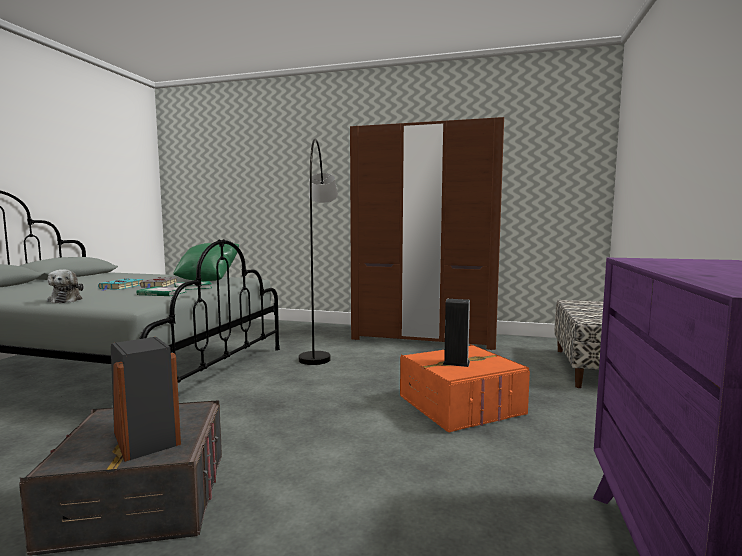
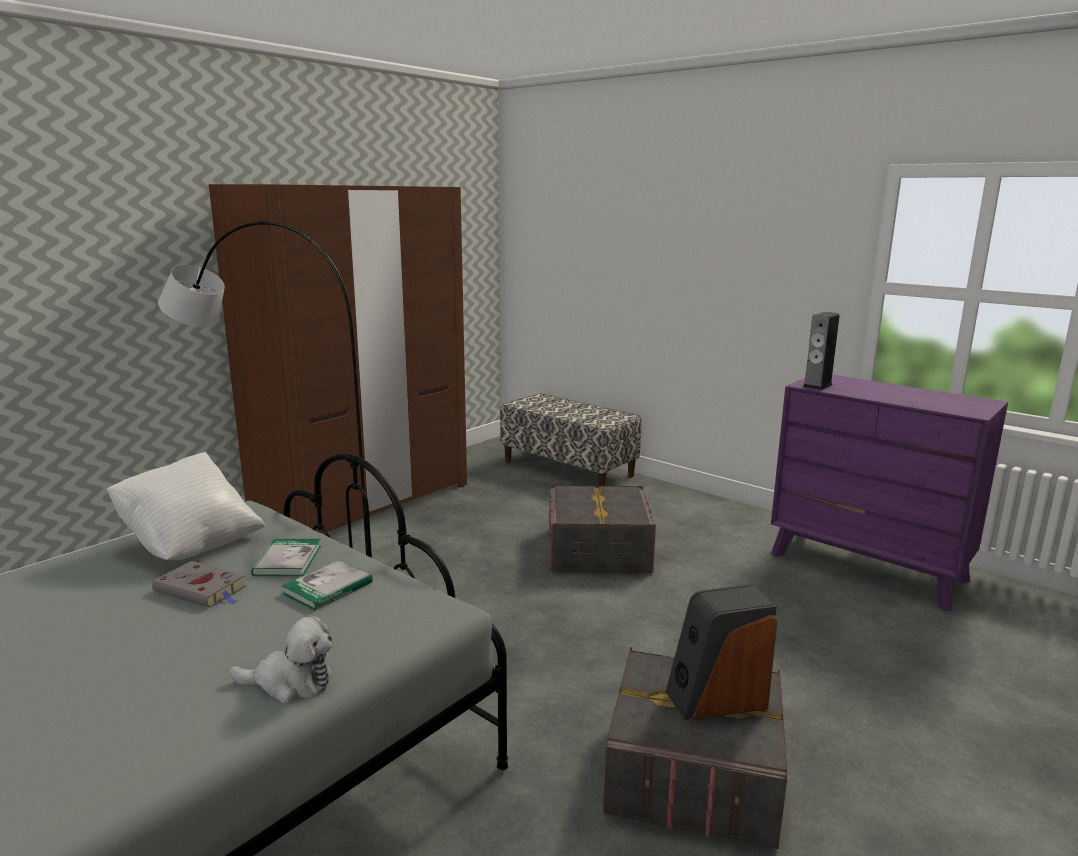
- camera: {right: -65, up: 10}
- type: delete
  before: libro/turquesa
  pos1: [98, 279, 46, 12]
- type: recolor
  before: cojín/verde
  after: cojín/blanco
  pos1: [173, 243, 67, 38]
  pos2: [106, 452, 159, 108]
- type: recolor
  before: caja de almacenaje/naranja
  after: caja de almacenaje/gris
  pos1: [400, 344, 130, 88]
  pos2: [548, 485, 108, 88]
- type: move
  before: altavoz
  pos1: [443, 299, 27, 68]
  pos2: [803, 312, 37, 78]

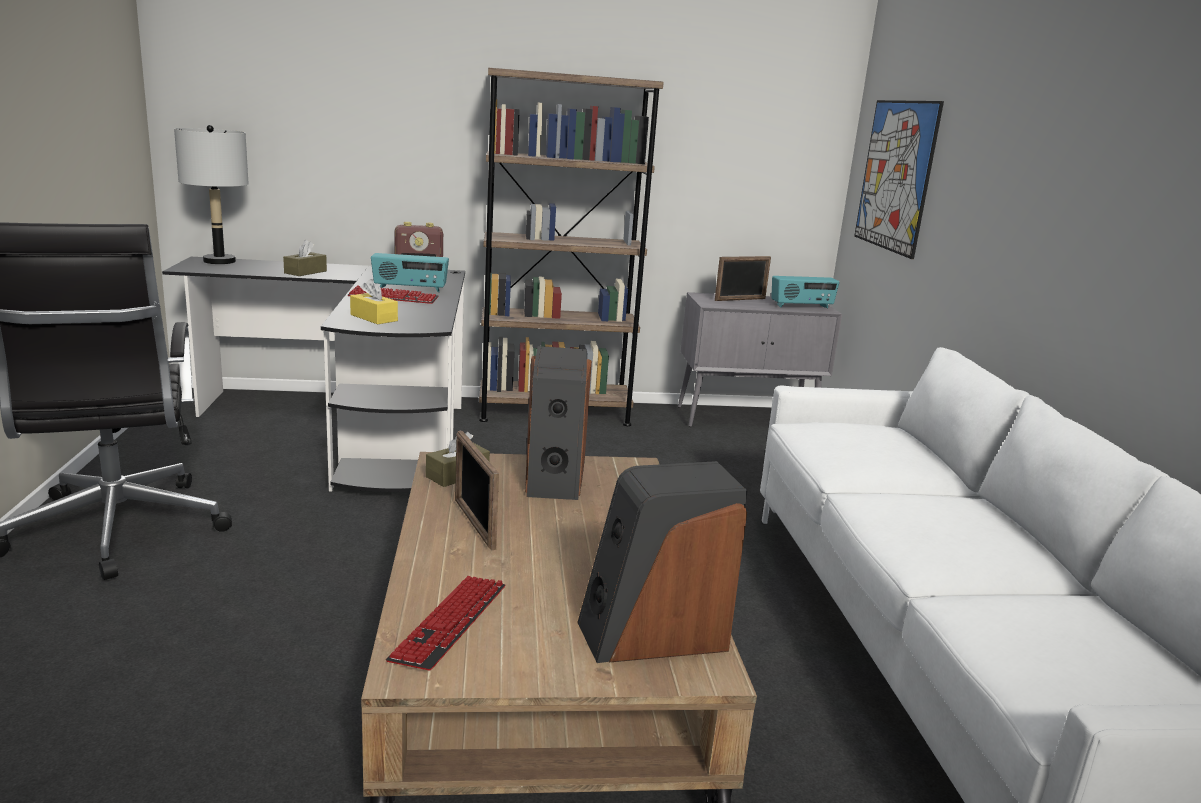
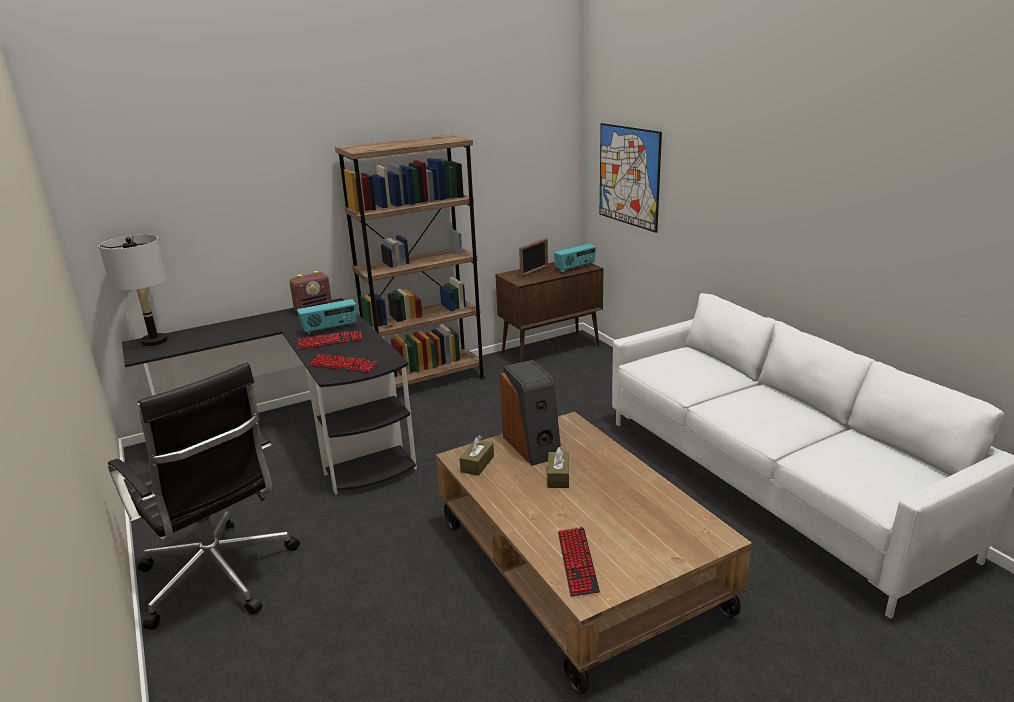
- camera: {right: -20, up: 5}
- type: move
  before: caja de pañuelos/marrón
  pos1: [283, 240, 44, 36]
  pos2: [547, 447, 22, 41]
- type: replace
  before: caja de pañuelos/amarillo
  after: teclado
  pos1: [350, 279, 48, 45]
  pos2: [309, 354, 70, 19]
- type: delete
  before: portarretratos
  pos1: [455, 431, 44, 120]
- type: delete
  before: altavoz
  pos1: [577, 461, 170, 202]
- type: recolor
  before: armario/gris
  after: armario/marrón
  pos1: [678, 292, 164, 135]
  pos2: [495, 262, 109, 100]

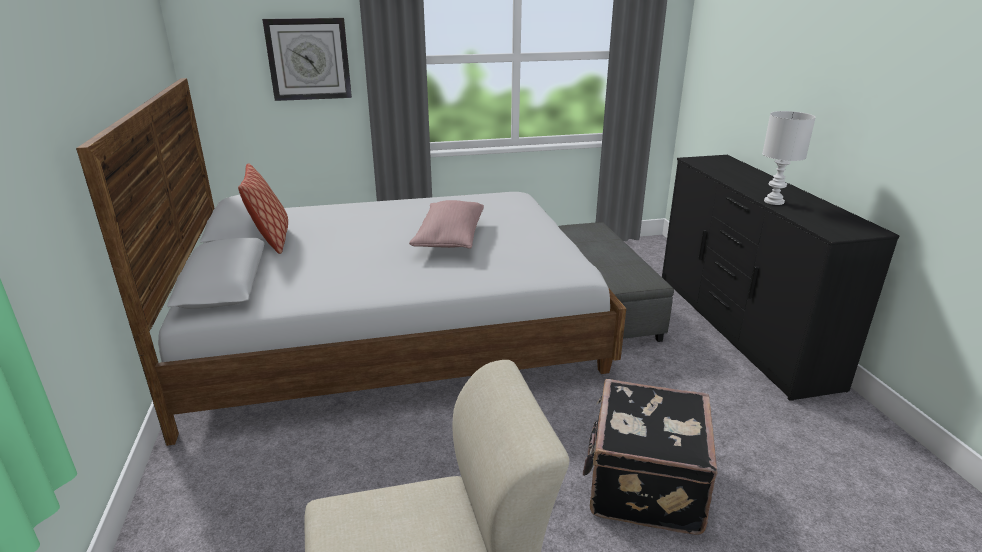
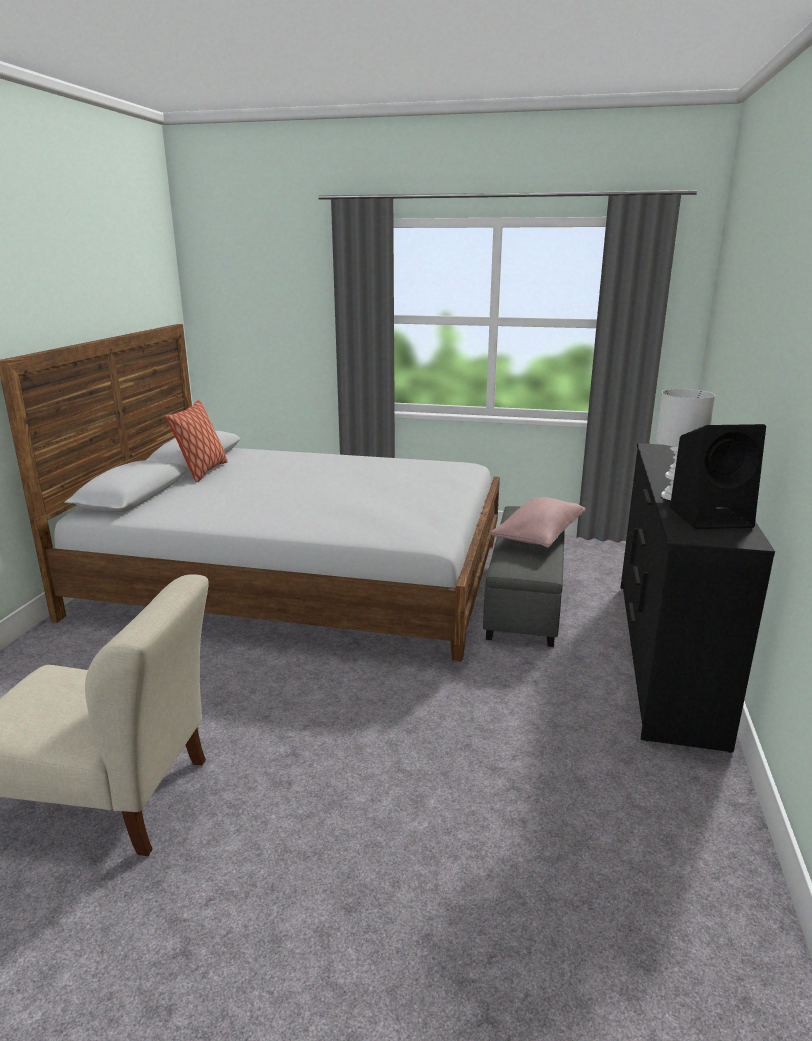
- camera: {right: 25, up: -5}
- type: delete
  before: reloj de pared
  pos1: [262, 18, 90, 83]
- type: move
  before: cojín/rosa
  pos1: [409, 200, 75, 49]
  pos2: [490, 497, 96, 51]
- type: delete
  before: maleta/negro
  pos1: [583, 379, 134, 156]
- type: insert
  after: altavoz/negro
  pos2: [670, 424, 96, 105]

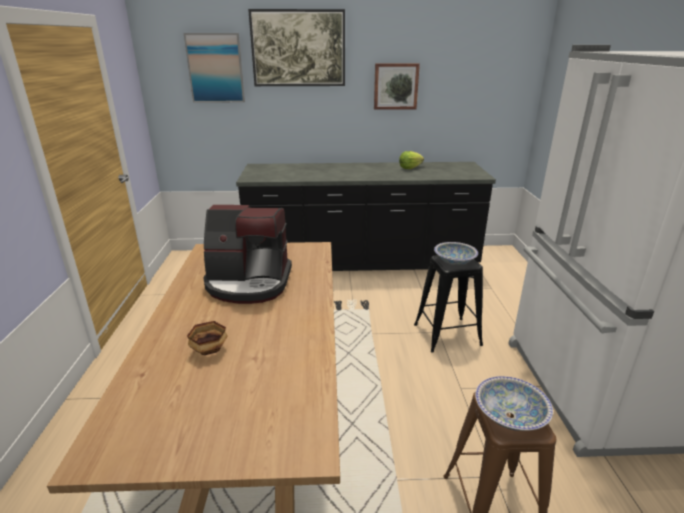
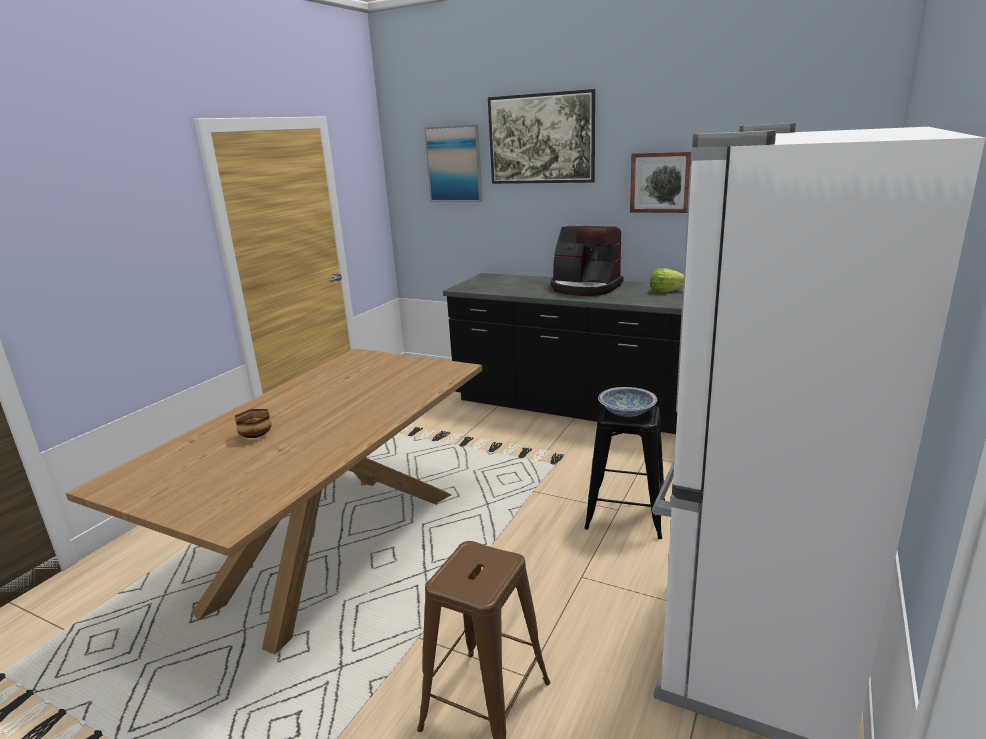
- camera: {right: 30, up: -5}
- type: move
  before: cafetera
  pos1: [203, 205, 89, 99]
  pos2: [551, 226, 73, 70]
- type: delete
  before: cuenco
  pos1: [475, 376, 78, 55]

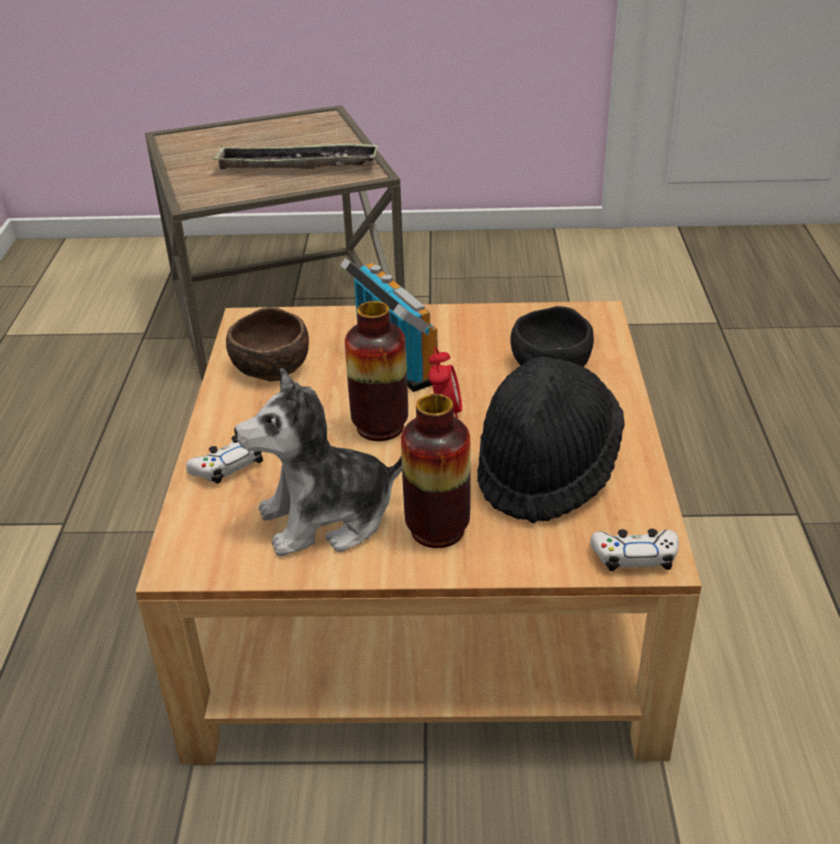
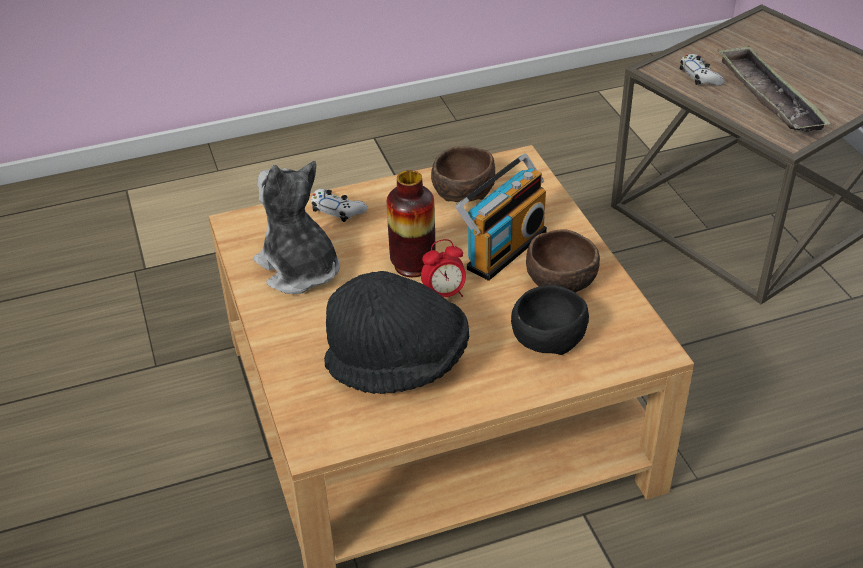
- camera: {right: 70, up: 5}
- type: delete
  before: florero
  pos1: [401, 394, 70, 154]
- type: move
  before: mando de consola/blanco
  pos1: [590, 529, 89, 42]
  pos2: [680, 54, 45, 32]
- type: insert
  after: cuenco/marrón
  pos2: [526, 229, 74, 64]

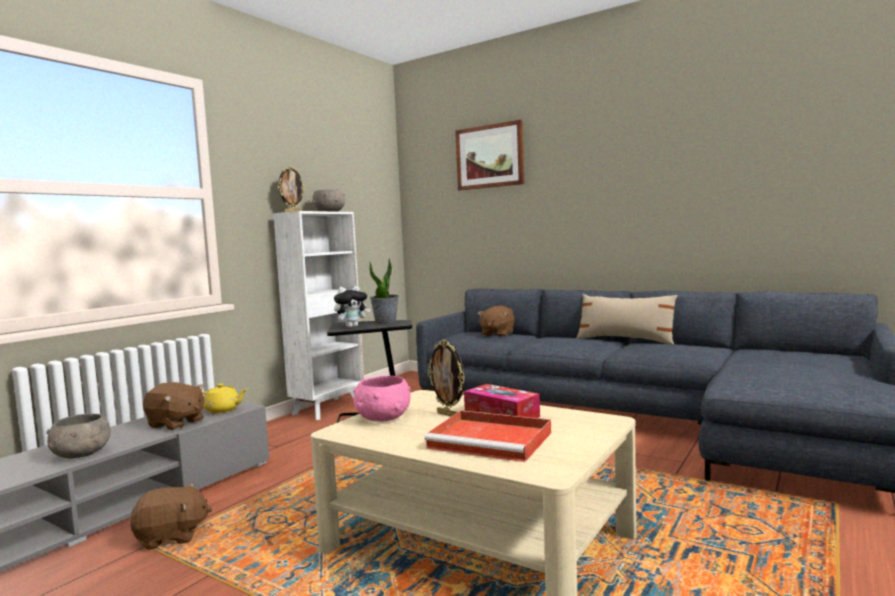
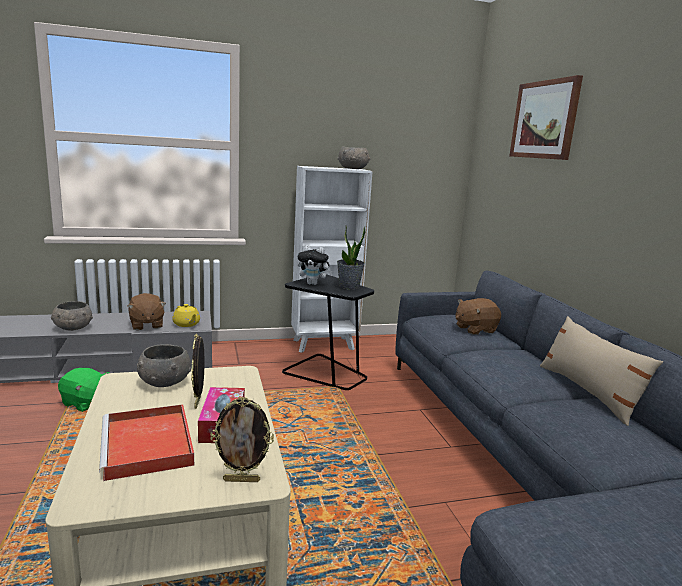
- camera: {right: 40, up: 10}
- type: recolor
  before: peluche/marrón
  after: peluche/verde
  pos1: [130, 483, 82, 67]
  pos2: [58, 368, 52, 44]
- type: move
  before: portarretratos
  pos1: [278, 166, 27, 46]
  pos2: [210, 397, 64, 85]
- type: recolor
  before: cuenco/rosa
  after: cuenco/gris
  pos1: [353, 376, 58, 45]
  pos2: [137, 344, 54, 43]

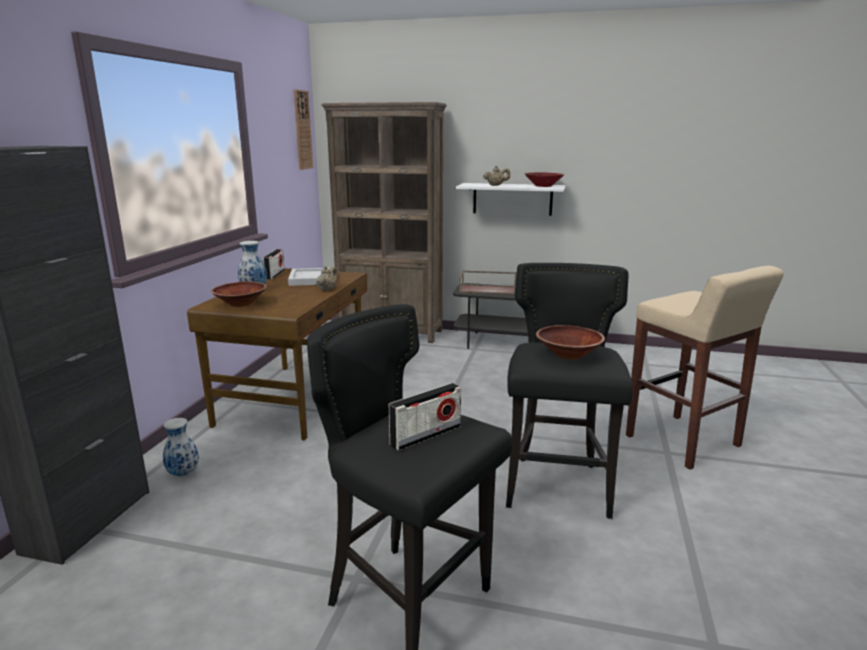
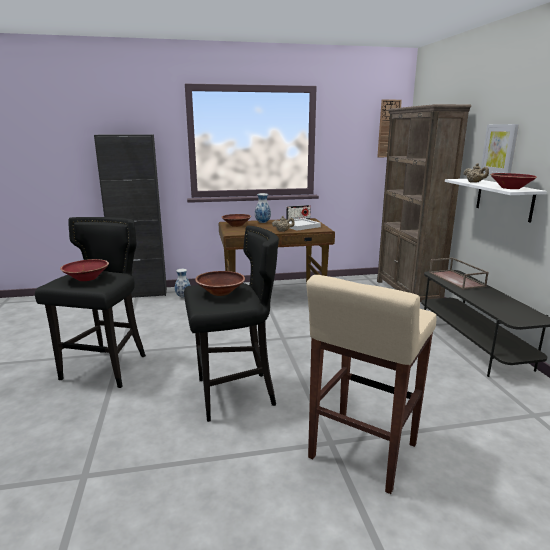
- camera: {right: 65, up: 0}
- type: replace
  before: radio
  after: cuenco/rojo
  pos1: [389, 383, 72, 68]
  pos2: [60, 259, 49, 22]
- type: insert
  after: cuadro
  pos2: [481, 124, 38, 50]

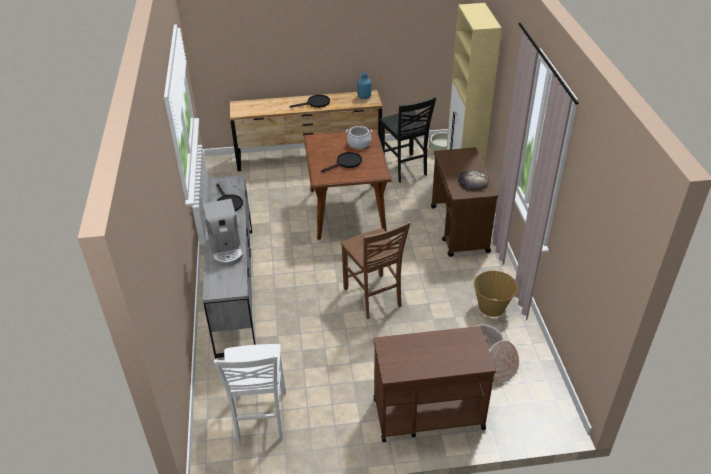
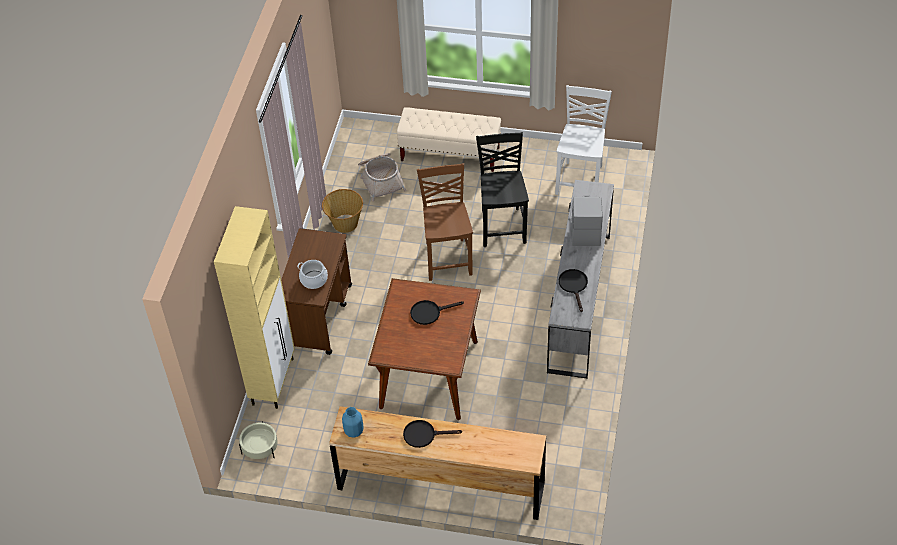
- camera: {right: -160, up: 10}
- type: move
  before: olla
  pos1: [346, 126, 26, 23]
  pos2: [297, 260, 31, 29]
- type: replace
  before: carrito/marrón
  after: banco/beis
  pos1: [374, 326, 122, 116]
  pos2: [397, 107, 104, 65]
- type: move
  before: silla/negro
  pos1: [380, 97, 56, 86]
  pos2: [476, 132, 53, 115]
- type: delete
  before: pan
  pos1: [458, 170, 31, 21]

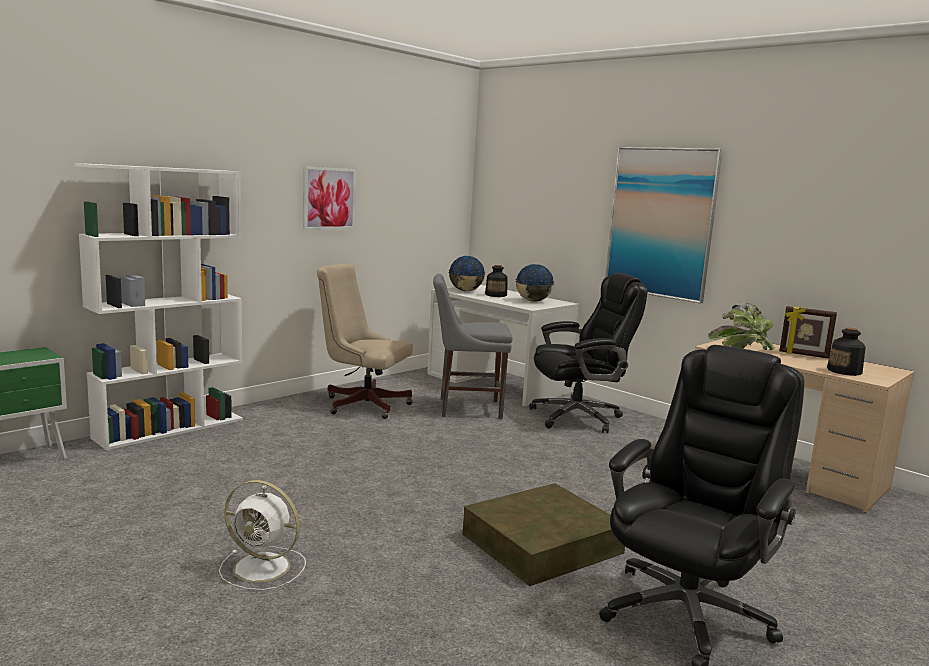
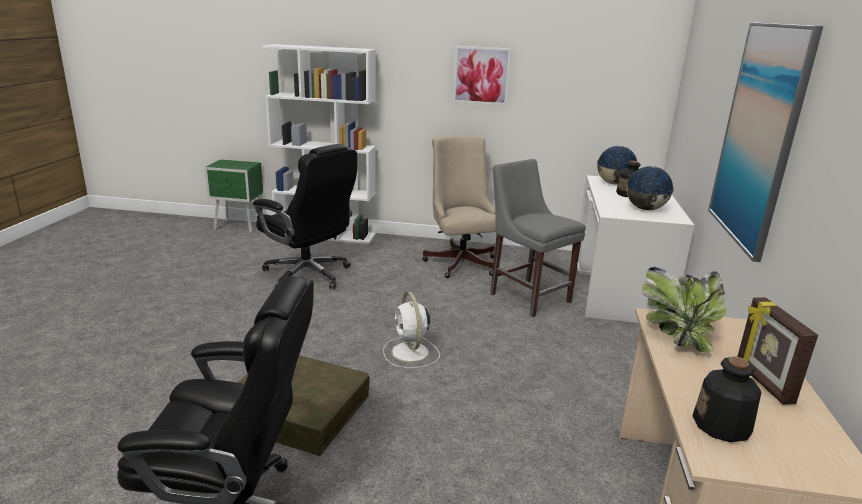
- camera: {right: 55, up: 10}
- type: move
  before: ventilador/blanco
  pos1: [219, 480, 87, 110]
  pos2: [383, 292, 57, 76]
- type: move
  before: silla de oficina/negro
  pos1: [529, 273, 118, 161]
  pos2: [253, 144, 105, 145]

